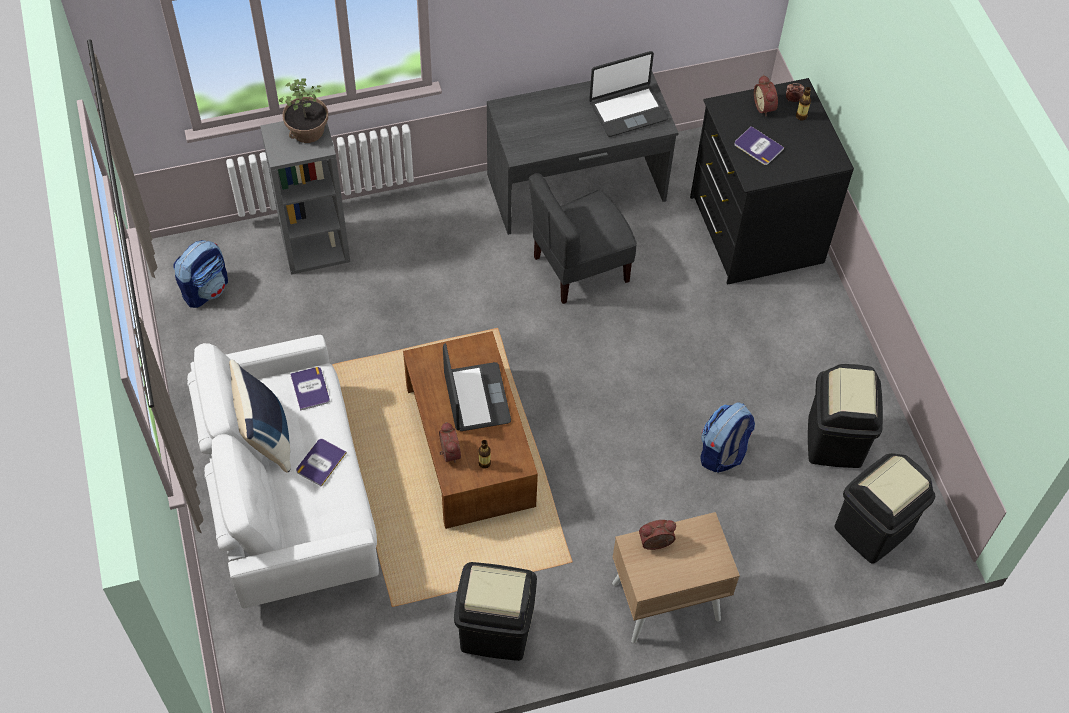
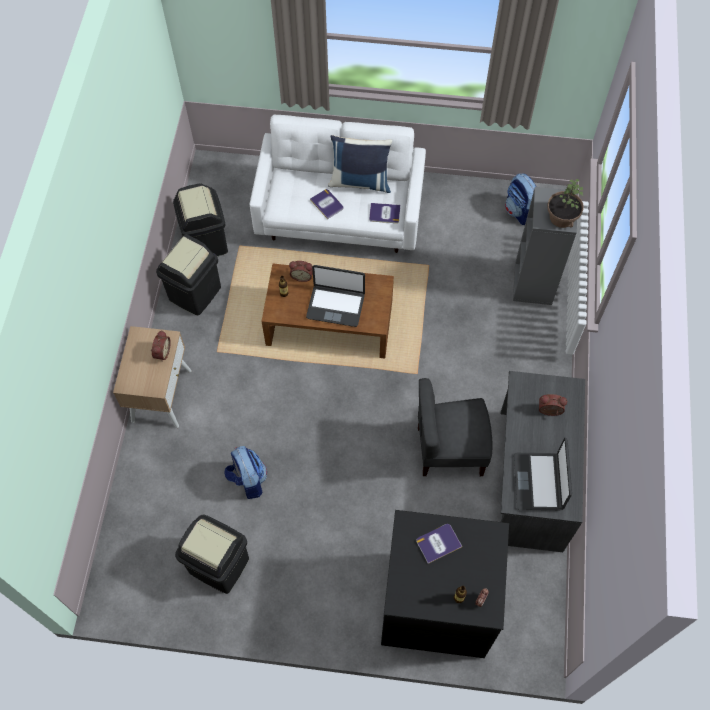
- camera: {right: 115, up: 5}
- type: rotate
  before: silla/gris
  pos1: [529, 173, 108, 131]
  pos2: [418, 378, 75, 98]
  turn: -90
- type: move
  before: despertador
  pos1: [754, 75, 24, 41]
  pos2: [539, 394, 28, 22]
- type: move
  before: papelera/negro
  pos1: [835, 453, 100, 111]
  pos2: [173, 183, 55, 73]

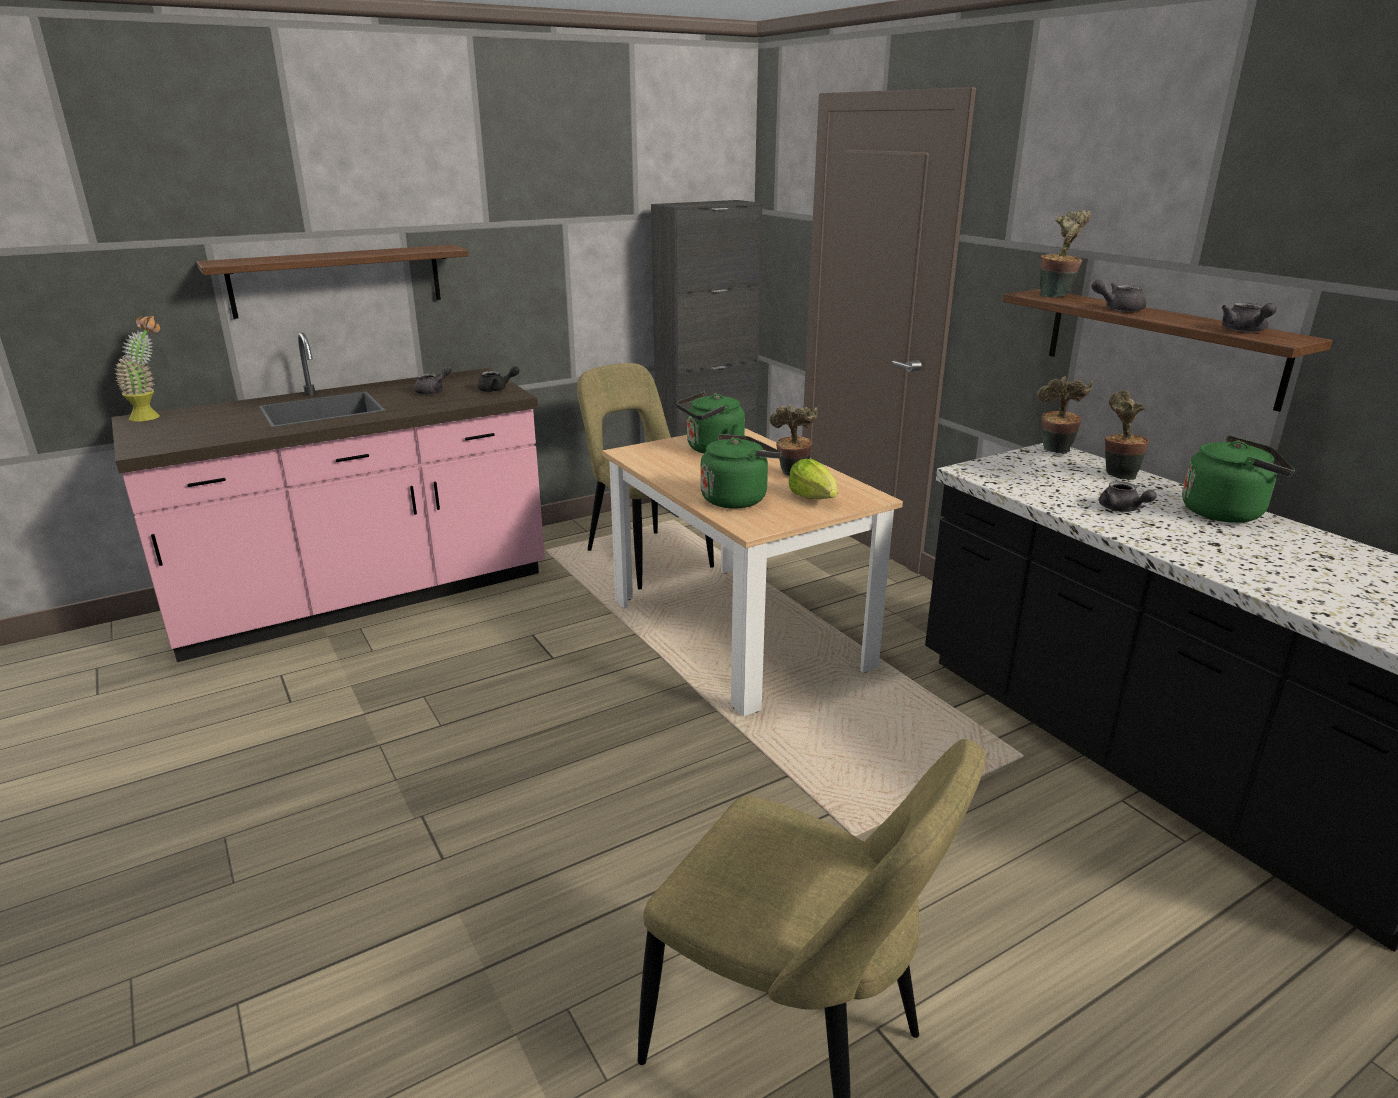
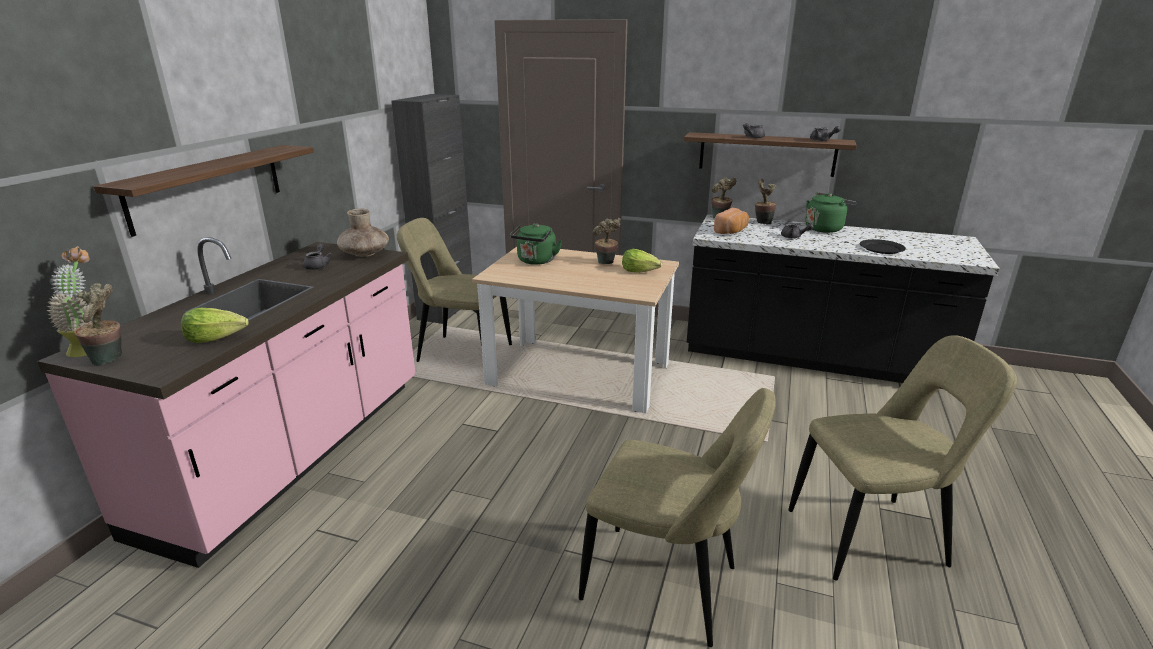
- camera: {right: -40, up: 0}
- type: replace
  before: tetera/negro
  after: florero/marrón
  pos1: [477, 366, 43, 26]
  pos2: [337, 208, 52, 49]
- type: delete
  before: hervidor/verde
  pos1: [700, 434, 82, 74]
- type: move
  before: planta en maceta
  pos1: [1040, 210, 51, 87]
  pos2: [74, 283, 48, 83]
- type: insert
  after: lechuga
  pos2: [181, 308, 68, 35]
- type: insert
  after: silla/beis
  pos2: [579, 388, 197, 259]
- type: insert
  after: pan
  pos2: [714, 208, 35, 26]
- type: insert
  after: plato/negro
  pos2: [860, 239, 46, 15]

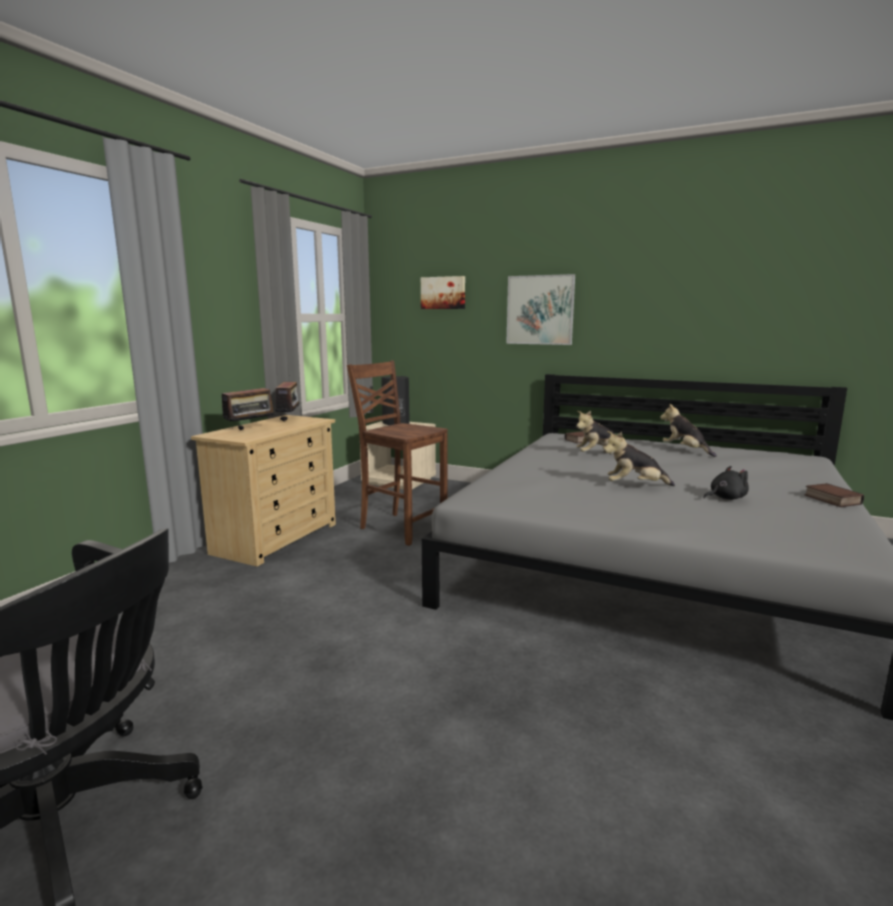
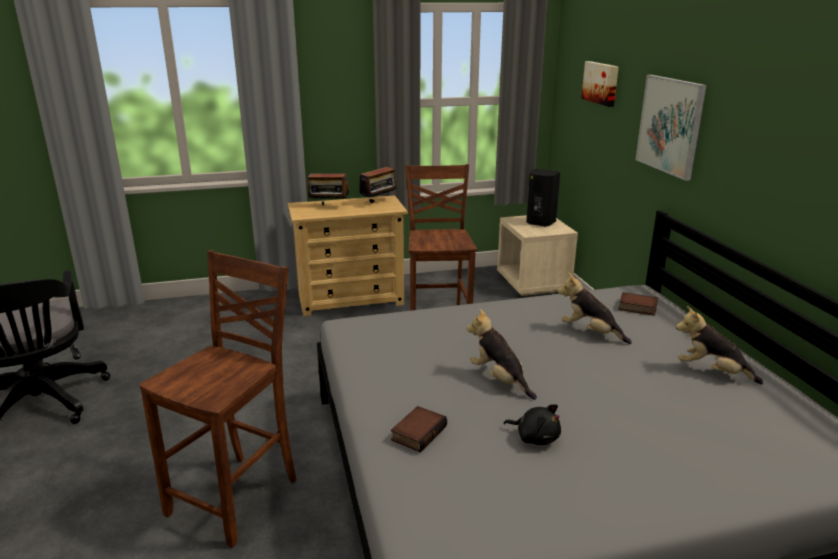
- camera: {right: 50, up: 10}
- type: rotate
  before: peluche
  pos1: [660, 404, 57, 53]
  pos2: [676, 306, 87, 78]
  turn: -75
- type: move
  before: libro
  pos1: [804, 483, 60, 24]
  pos2: [391, 406, 56, 46]
- type: insert
  after: silla/marrón
  pos2: [139, 250, 158, 298]

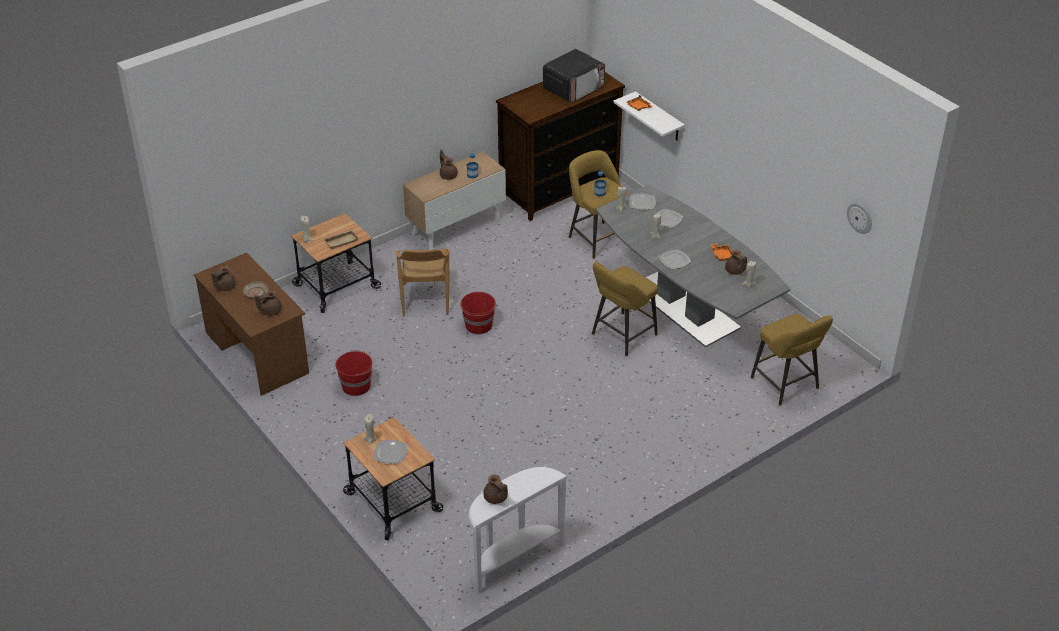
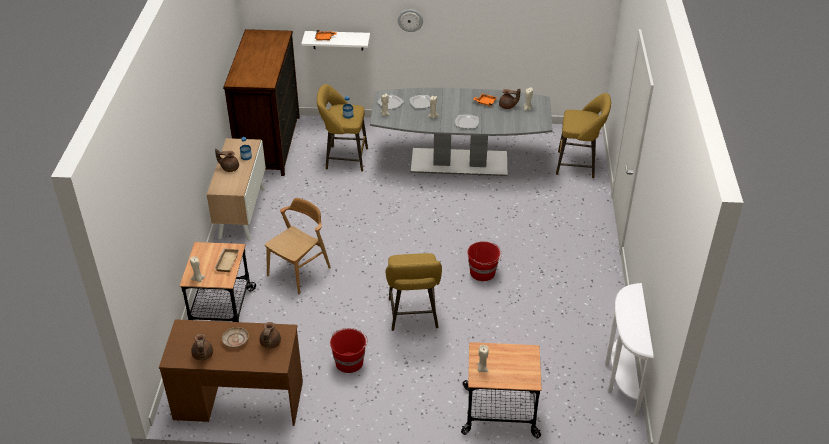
- camera: {right: -50, up: 0}
- type: delete
  before: plato
  pos1: [374, 440, 33, 24]
- type: rotate
  before: silla/marrón
  pos1: [396, 248, 53, 68]
  pos2: [265, 198, 66, 96]
  turn: -90
- type: move
  before: cubo/rojo
  pos1: [460, 292, 36, 42]
  pos2: [467, 241, 35, 40]
- type: delete
  before: tetera/marrón
  pos1: [483, 475, 25, 29]
- type: delete
  before: microondas
  pos1: [543, 49, 62, 54]
- type: move
  before: taburete/amarillo
  pos1: [592, 262, 66, 94]
  pos2: [386, 253, 56, 78]
- type: move
  before: reloj de pared
  pos1: [847, 203, 25, 31]
  pos2: [398, 9, 25, 23]

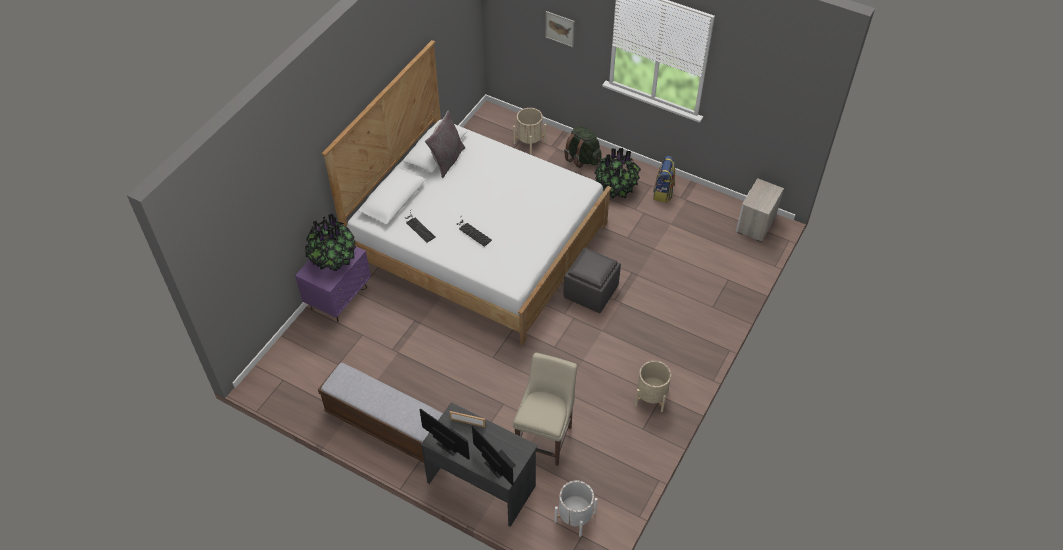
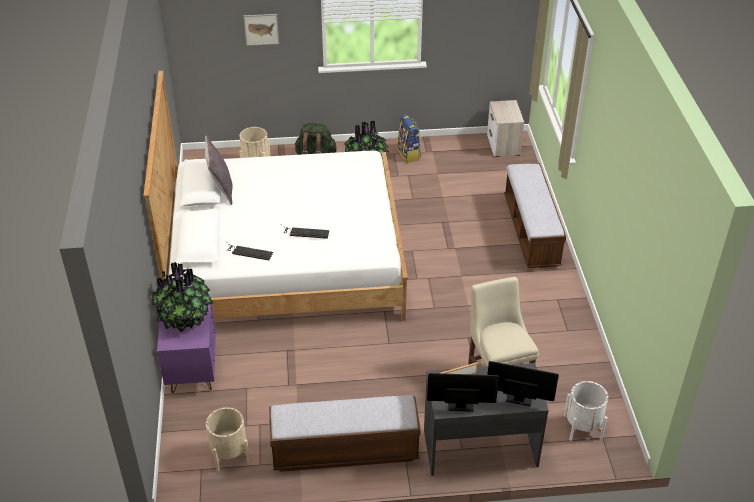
- camera: {right: -35, up: -10}
- type: delete
  before: puf/gris
  pos1: [564, 248, 57, 65]
- type: move
  before: maceta/beis
  pos1: [635, 361, 36, 51]
  pos2: [206, 407, 44, 65]
- type: insert
  after: banco
  pos2: [504, 163, 62, 105]

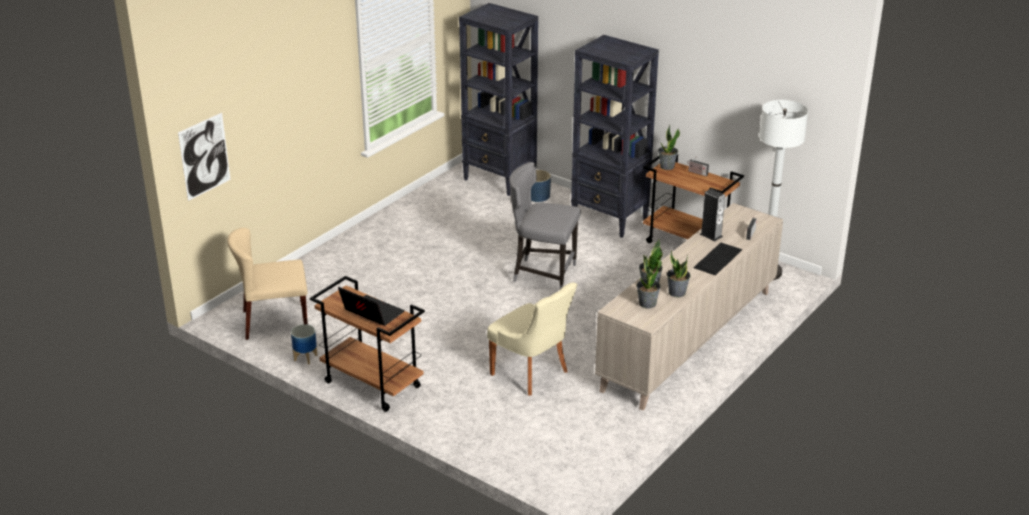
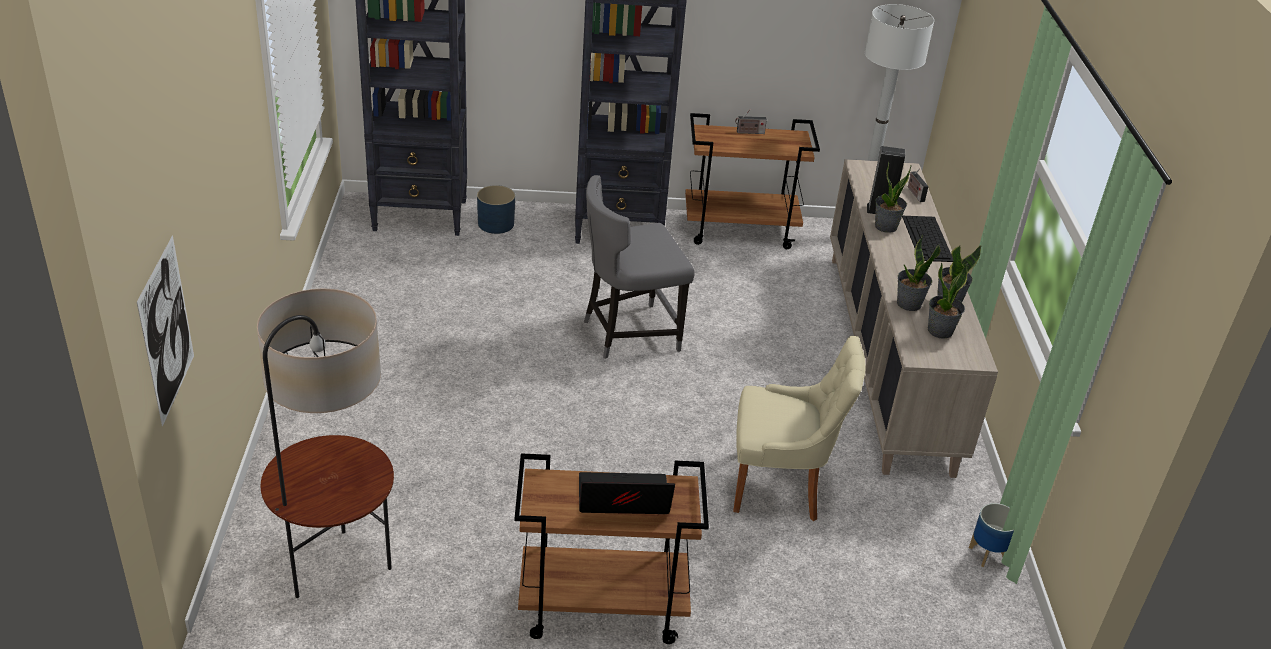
- camera: {right: -40, up: 5}
- type: replace
  before: silla/beis
  after: lámpara de pie
  pos1: [227, 228, 81, 112]
  pos2: [257, 288, 137, 310]
- type: move
  before: maceta
  pos1: [291, 324, 26, 41]
  pos2: [969, 503, 45, 64]
- type: move
  before: planta en maceta
  pos1: [658, 124, 22, 46]
  pos2: [875, 162, 37, 71]

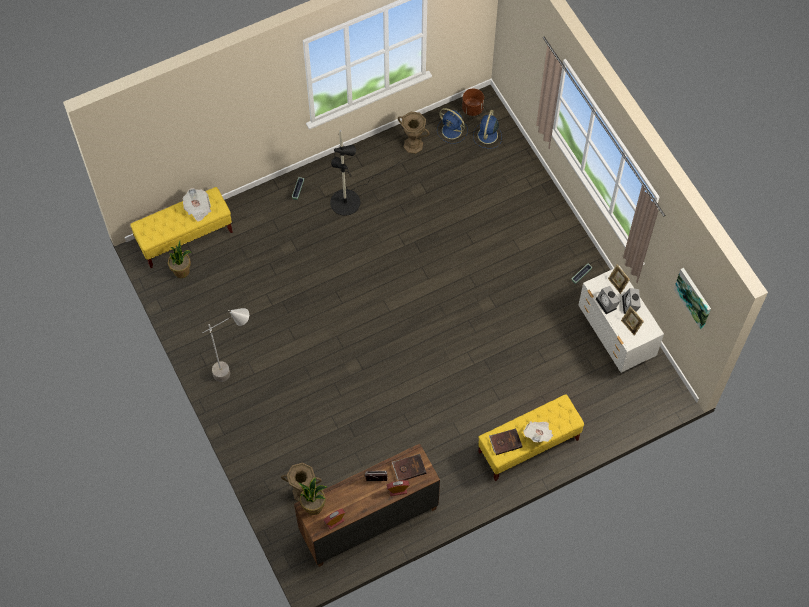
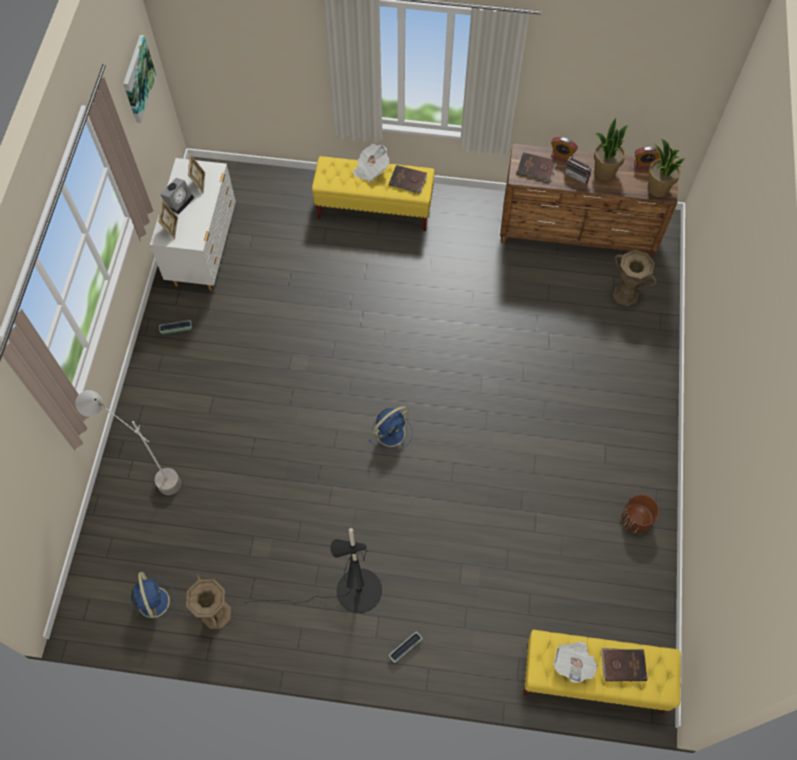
- camera: {right: -145, up: 0}
- type: move
  before: planta en maceta
  pos1: [168, 241, 24, 37]
  pos2: [594, 118, 34, 62]
- type: move
  before: lámpara de pie/gris
  pos1: [203, 308, 46, 74]
  pos2: [76, 390, 105, 105]
- type: move
  before: maceta/marrón
  pos1: [462, 89, 22, 27]
  pos2: [621, 495, 38, 38]
- type: move
  before: ventilador/azul
  pos1: [473, 110, 29, 39]
  pos2: [368, 406, 45, 47]
- type: delete
  before: despertador
  pos1: [596, 286, 24, 28]
- type: insert
  after: libro/marrón
  pos2: [602, 648, 45, 34]

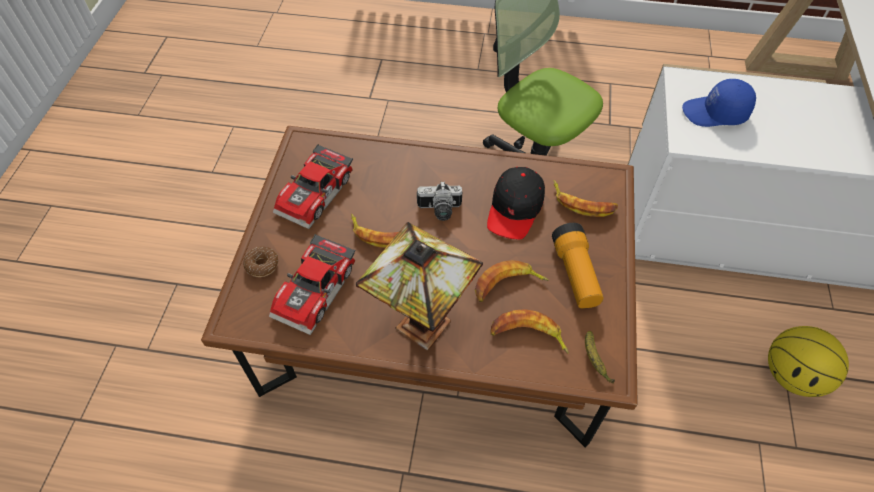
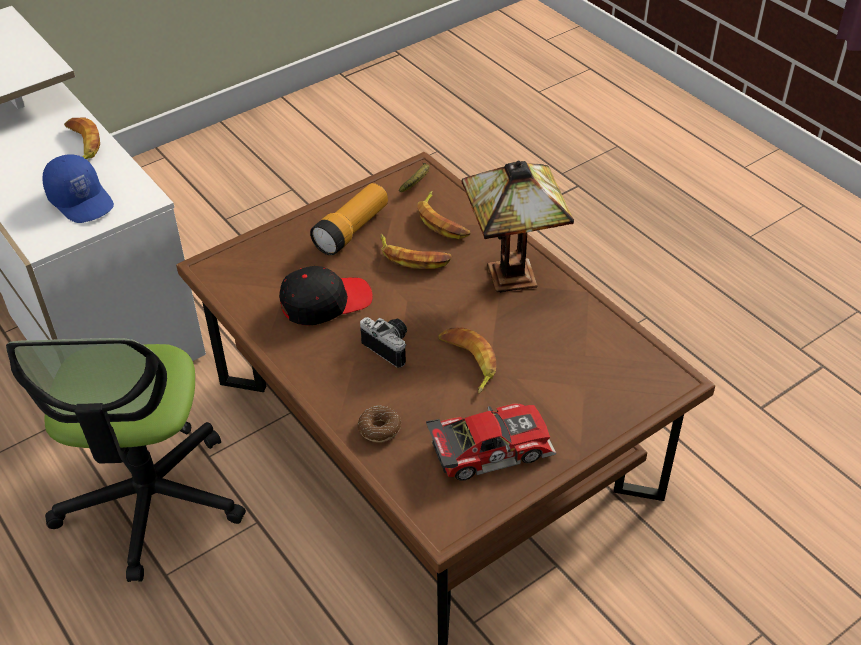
- camera: {right: -135, up: -10}
- type: move
  before: rosquilla
  pos1: [243, 247, 35, 30]
  pos2: [358, 406, 43, 36]
- type: delete
  before: coche de juguete
  pos1: [269, 234, 86, 101]
- type: move
  before: plátano
  pos1: [553, 180, 65, 37]
  pos2: [64, 118, 36, 41]
- type: delete
  before: balón de baloncesto
  pos1: [768, 326, 81, 71]

